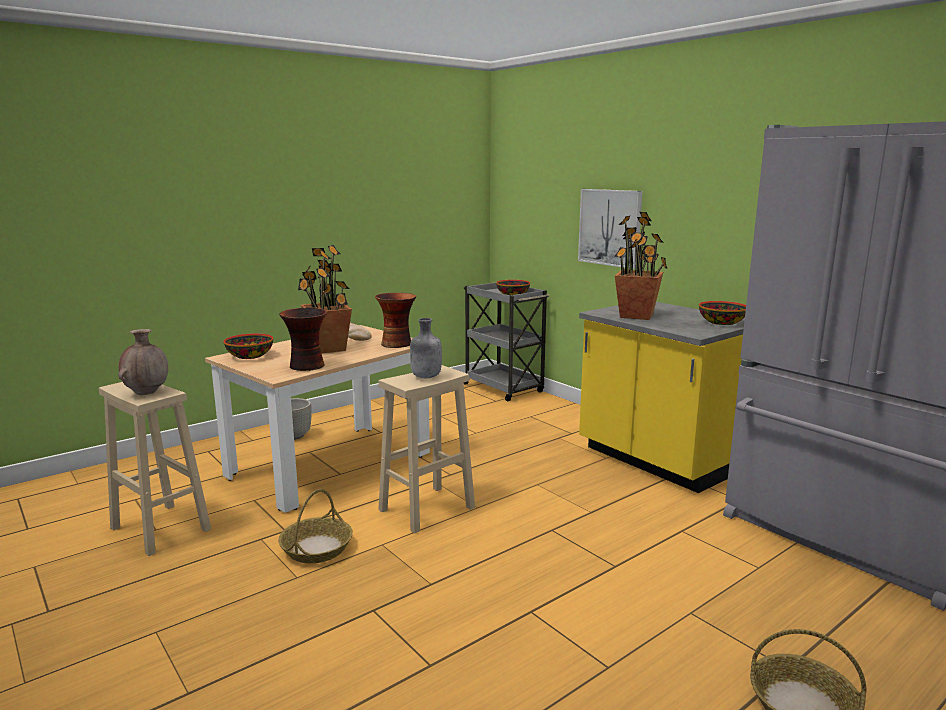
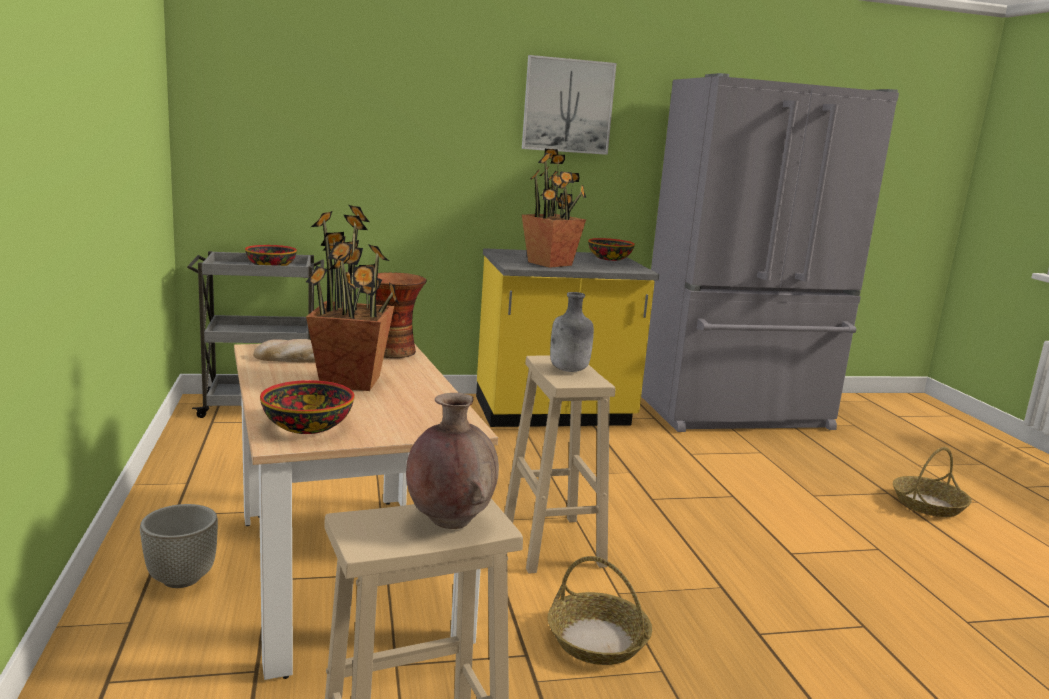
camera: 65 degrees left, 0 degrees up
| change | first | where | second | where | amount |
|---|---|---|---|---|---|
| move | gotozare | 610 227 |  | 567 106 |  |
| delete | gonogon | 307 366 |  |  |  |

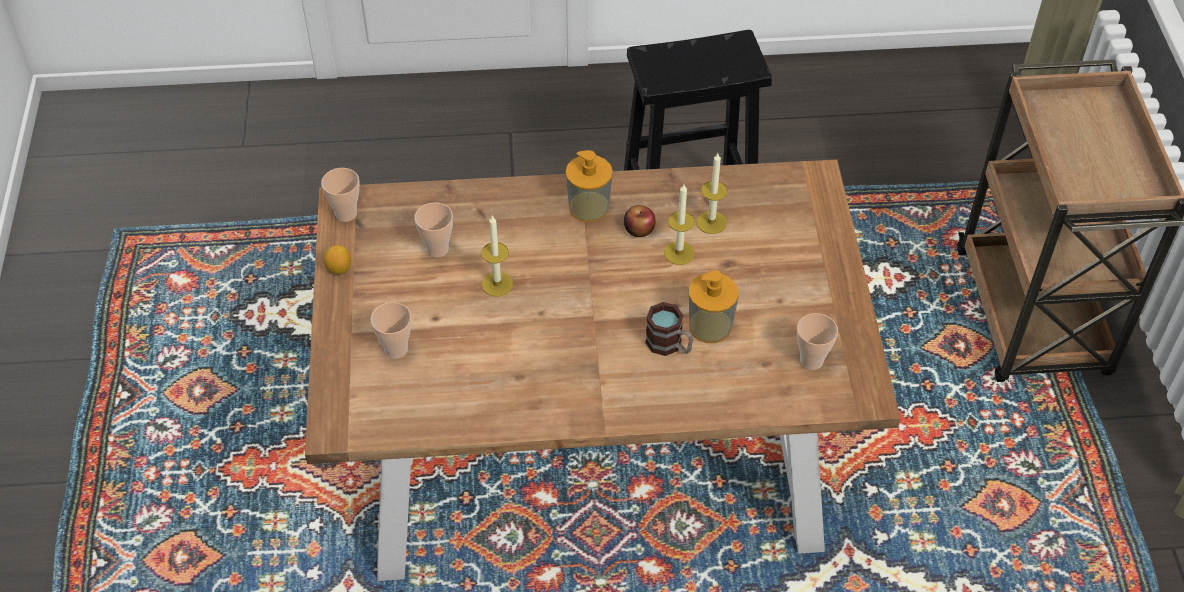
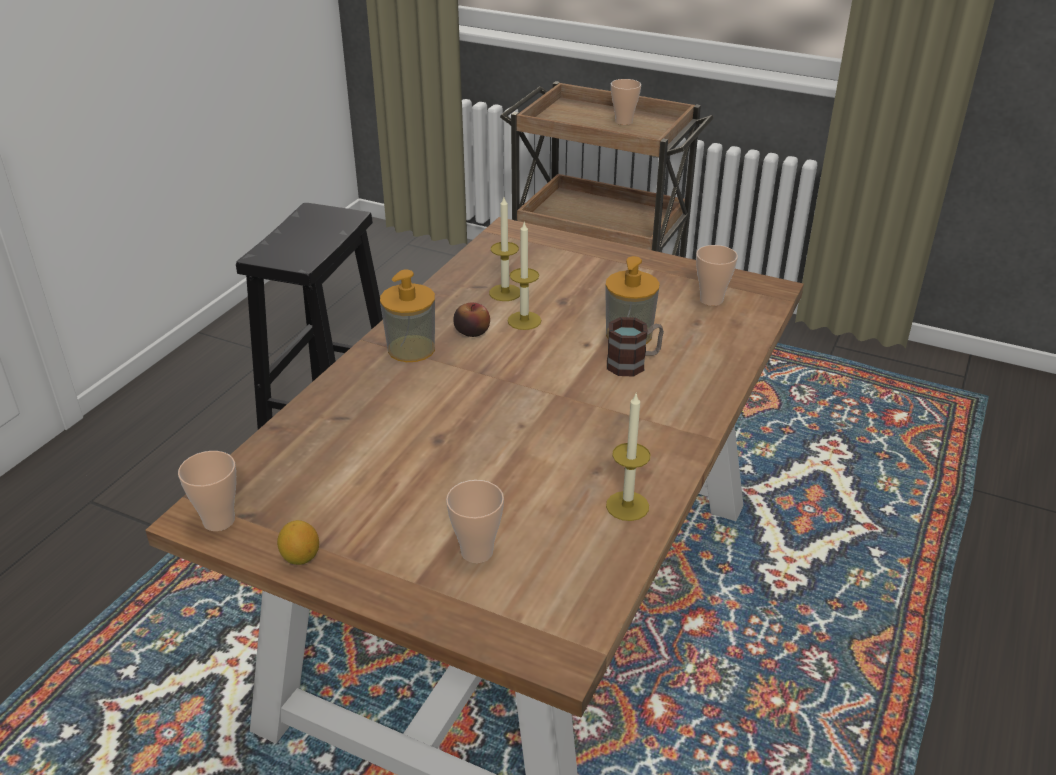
camera: 60 degrees left, 15 degrees down
| change | first | where | second | where | amount |
|---|---|---|---|---|---|
| move | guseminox | 437 249 |  | 623 122 |  |
| move | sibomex | 497 284 |  | 627 506 |  |

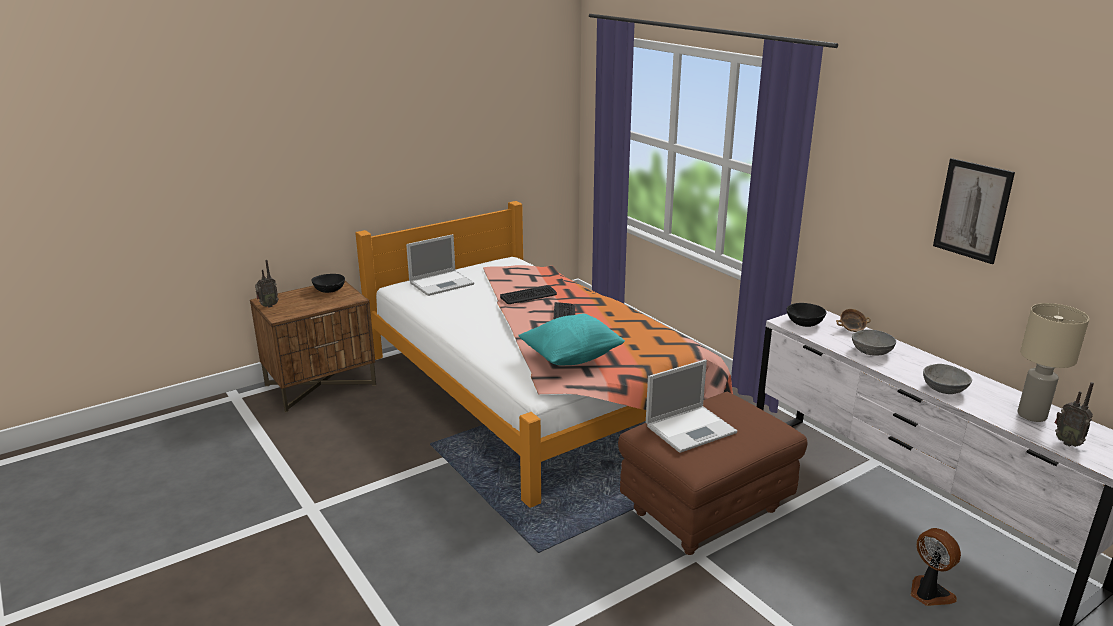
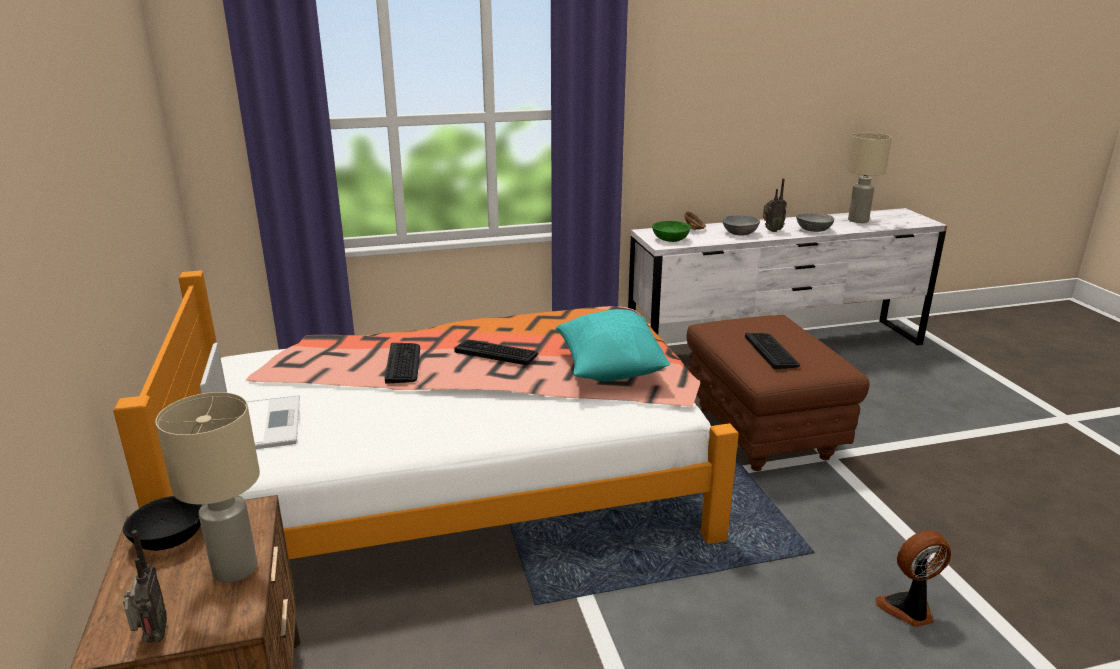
camera: 70 degrees left, 0 degrees up
| change | first | where | second | where | amount |
|---|---|---|---|---|---|
| delete | gotozare | 972 210 |  |  |  |
| recolor | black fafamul | 805 323 | green fafamul | 670 239 |  |
| replace | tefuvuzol | 691 428 | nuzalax | 771 351 |  |
| move | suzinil | 1067 442 |  | 771 230 |  |
| move | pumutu | 928 593 |  | 908 610 |  |
| insert |  |  | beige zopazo | 234 570 |  |

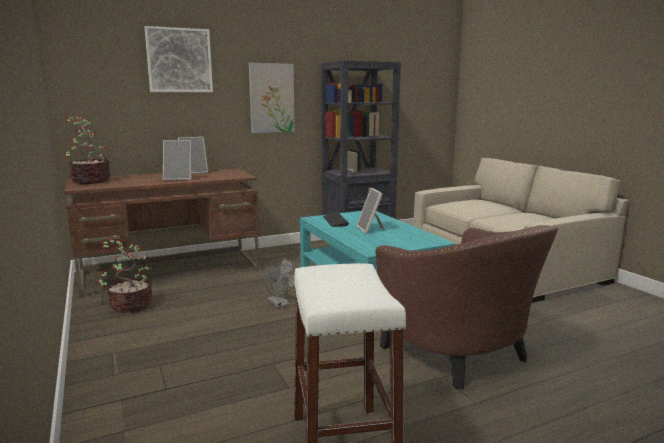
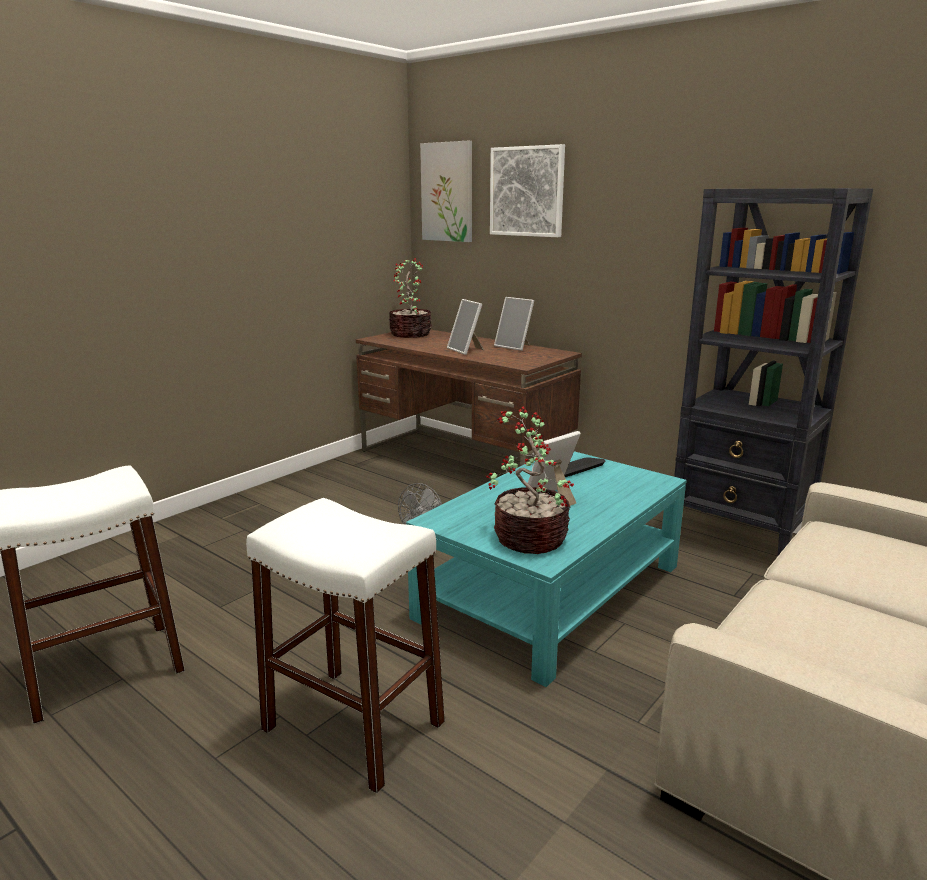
camera: 65 degrees right, 5 degrees up
| change | first | where | second | where | amount |
|---|---|---|---|---|---|
| move | gotozare | 271 98 |  | 447 192 |  |
| replace | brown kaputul | 462 355 | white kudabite | 353 725 |  |
| move | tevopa | 130 306 |  | 528 537 |  |

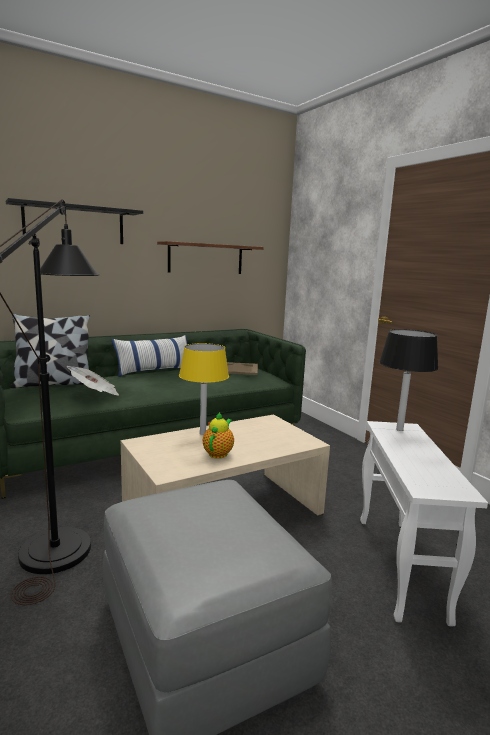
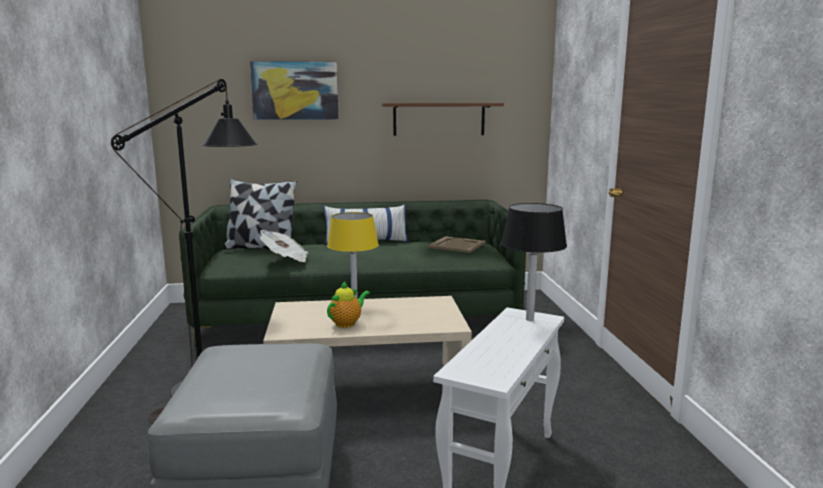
camera: 25 degrees right, 0 degrees up
| change | first | where | second | where | amount |
|---|---|---|---|---|---|
| replace | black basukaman | 74 224 | gotozare | 295 90 |  |

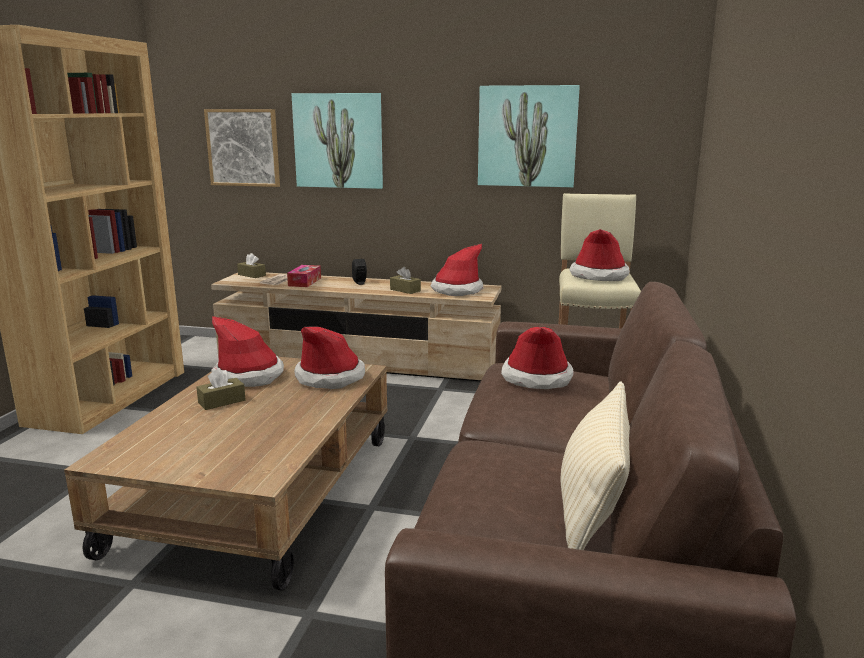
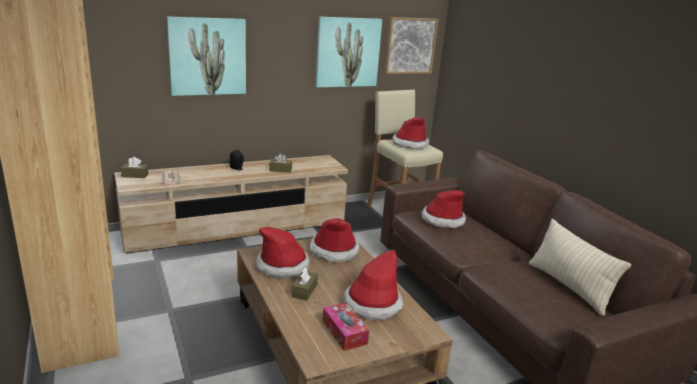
camera: 40 degrees left, 5 degrees up
| change | first | where | second | where | amount |
|---|---|---|---|---|---|
| move | gotozare | 243 147 |  | 410 45 |  |
| move | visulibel | 457 290 |  | 372 304 |  |
| move | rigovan | 304 282 |  | 344 332 |  |

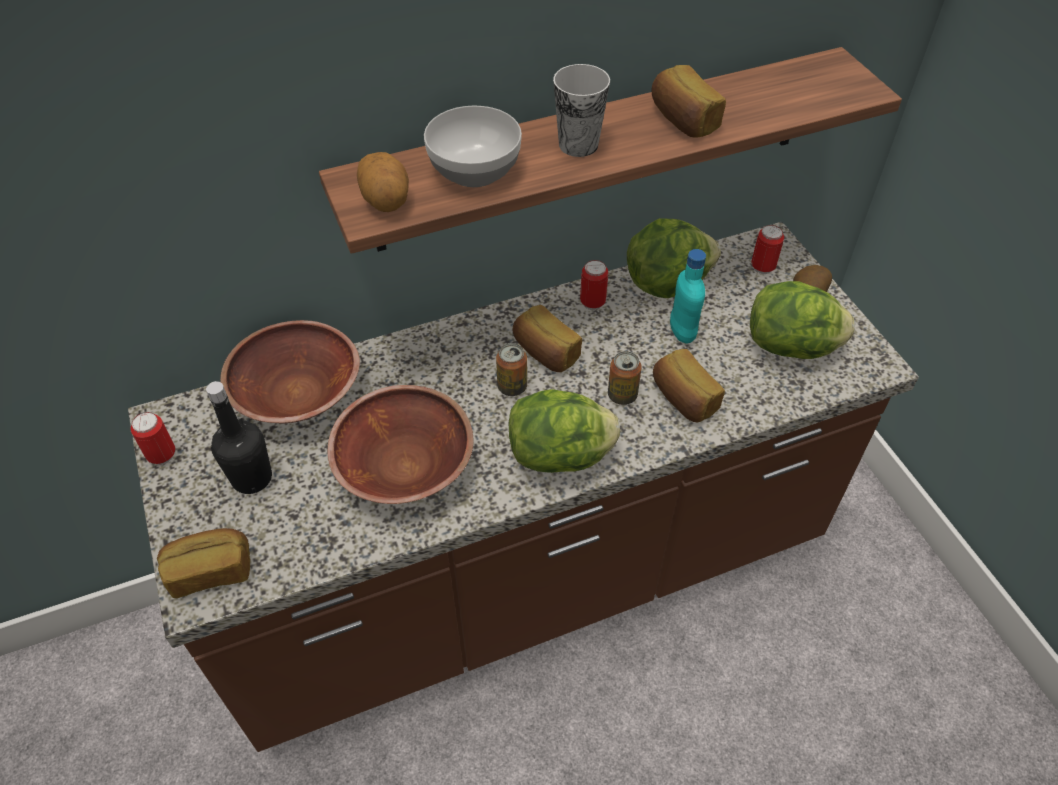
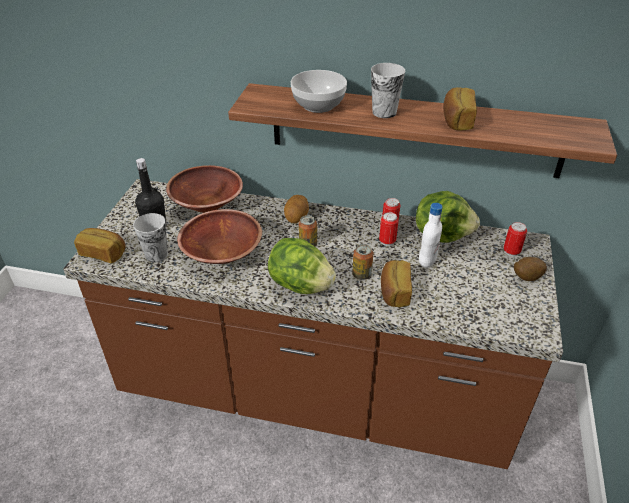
camera: 35 degrees right, 10 degrees down
| change | first | where | second | where | amount |
|---|---|---|---|---|---|
| move | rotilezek | 386 201 |  | 297 218 |  |
| recolor | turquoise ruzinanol | 682 332 | white ruzinanol | 427 261 |  |
| delete | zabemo | 792 347 |  |  |  |
| delete | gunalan | 545 353 |  |  |  |
| move | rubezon | 162 455 |  | 387 241 |  |
| insert |  |  | guseminox | 156 255 |  |

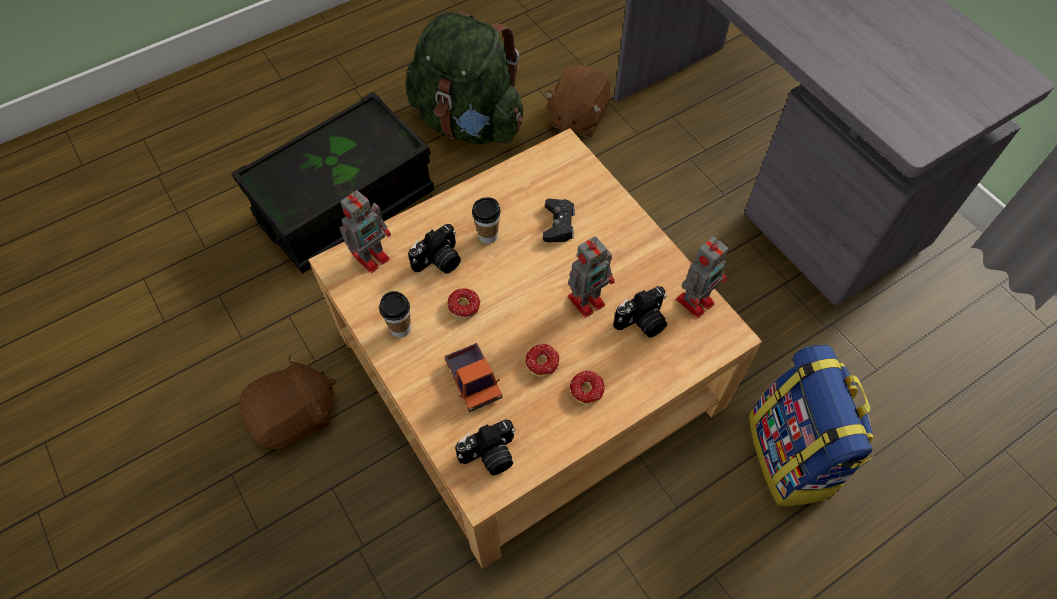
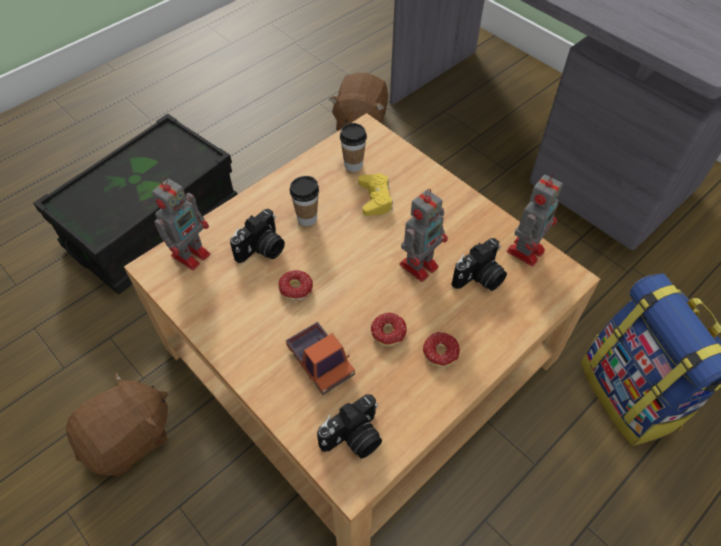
camera: 10 degrees left, 5 degrees down
| change | first | where | second | where | amount |
|---|---|---|---|---|---|
| delete | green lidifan | 469 122 |  |  |  |
| recolor | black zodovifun | 559 224 | yellow zodovifun | 375 198 |  |
| move | guseminox | 400 328 |  | 353 165 |  |

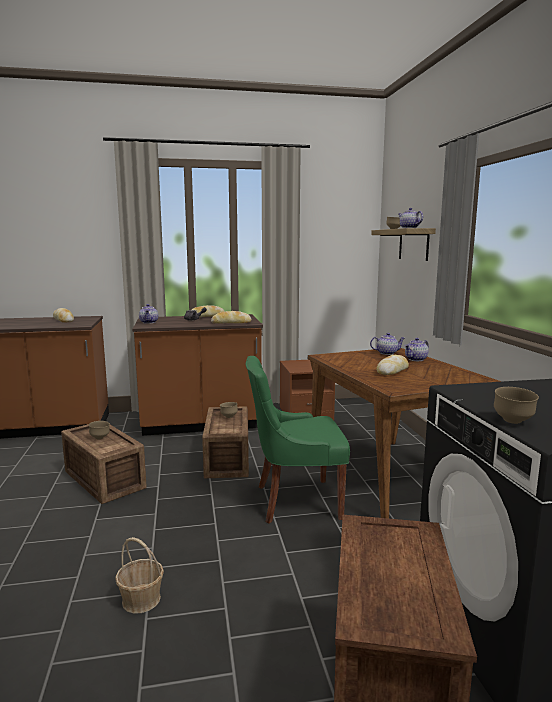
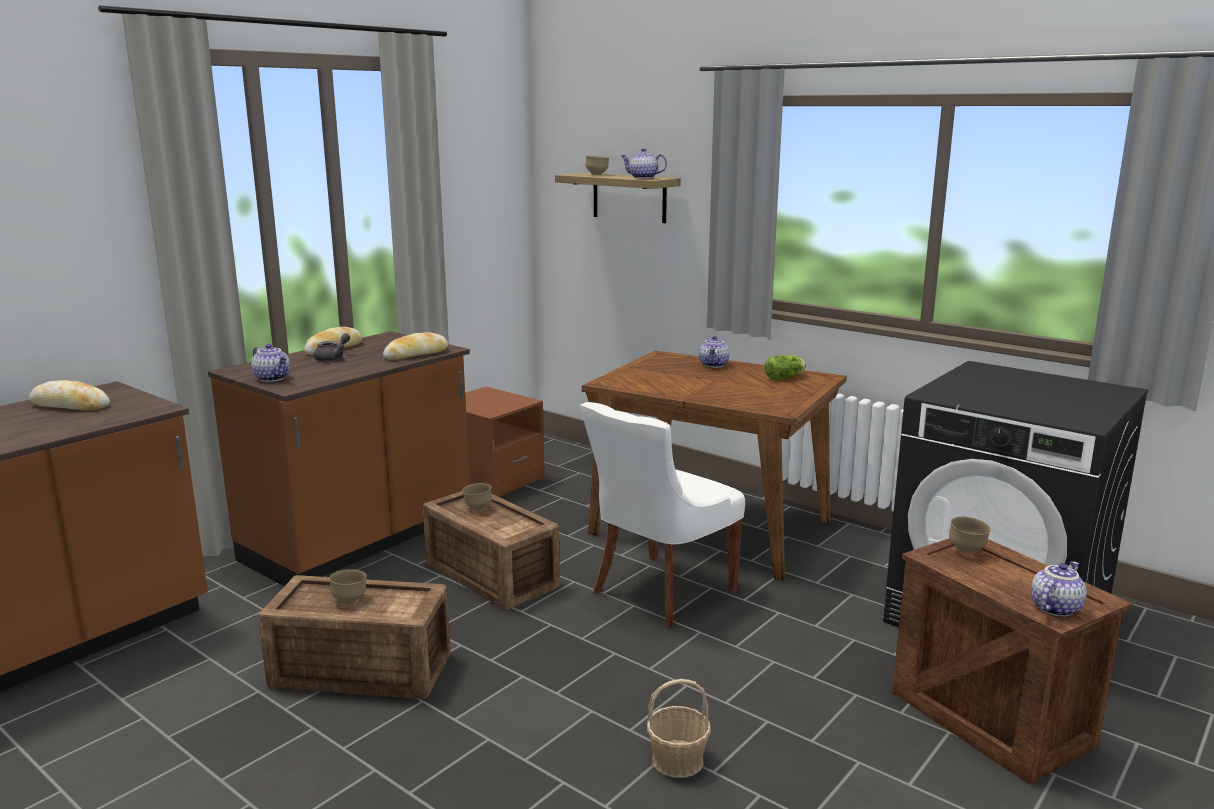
camera: 40 degrees left, 5 degrees up
| change | first | where | second | where | amount |
|---|---|---|---|---|---|
| move | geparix | 387 353 |  | 1054 607 |  |
| delete | gunalan | 392 371 |  |  |  |
| recolor | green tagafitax | 295 501 | white tagafitax | 660 592 |  |
| move | brown fafamul | 513 422 |  | 967 551 |  |
| insert |  |  | zabemo | 785 377 |  |

